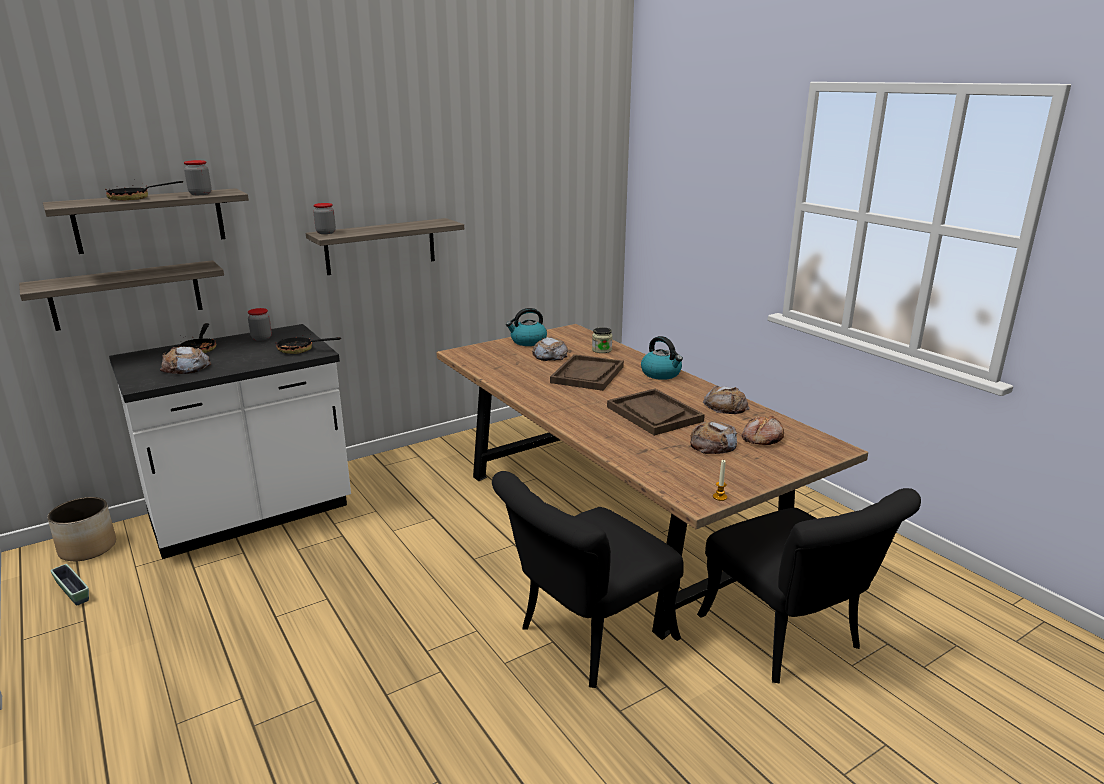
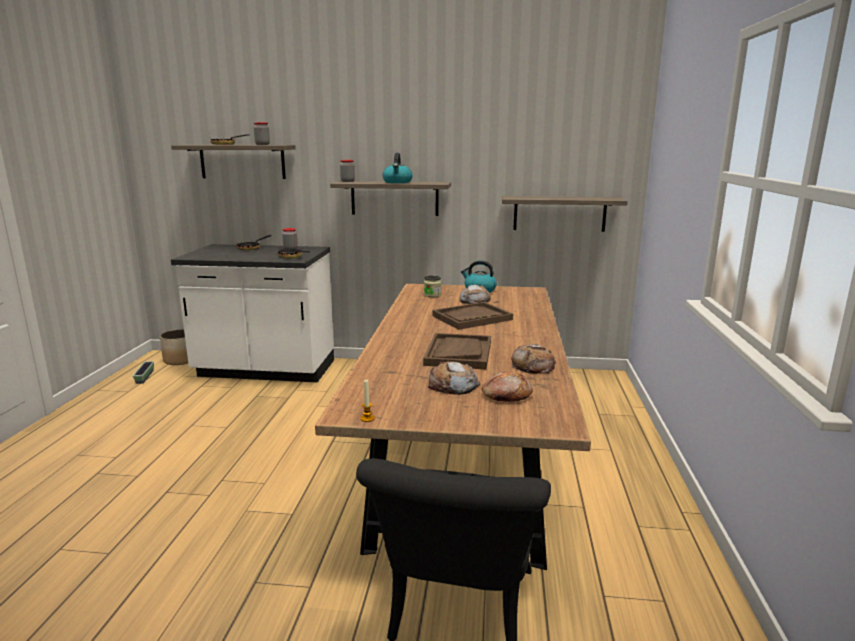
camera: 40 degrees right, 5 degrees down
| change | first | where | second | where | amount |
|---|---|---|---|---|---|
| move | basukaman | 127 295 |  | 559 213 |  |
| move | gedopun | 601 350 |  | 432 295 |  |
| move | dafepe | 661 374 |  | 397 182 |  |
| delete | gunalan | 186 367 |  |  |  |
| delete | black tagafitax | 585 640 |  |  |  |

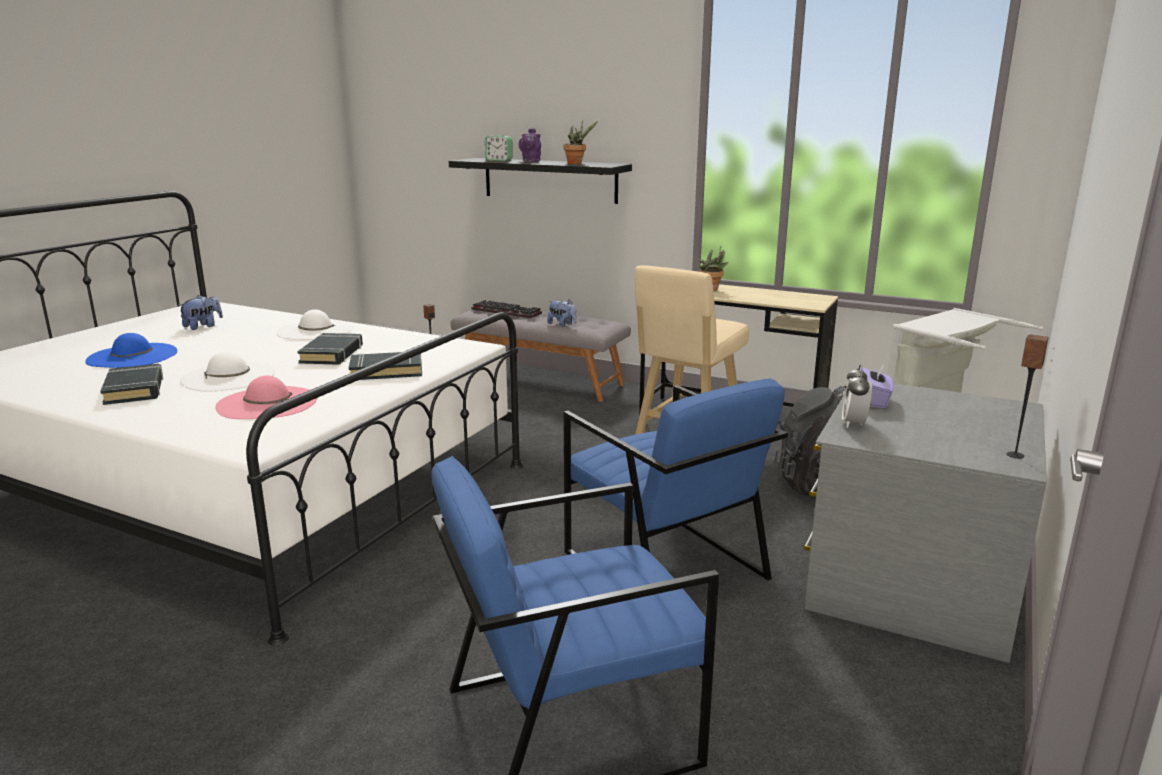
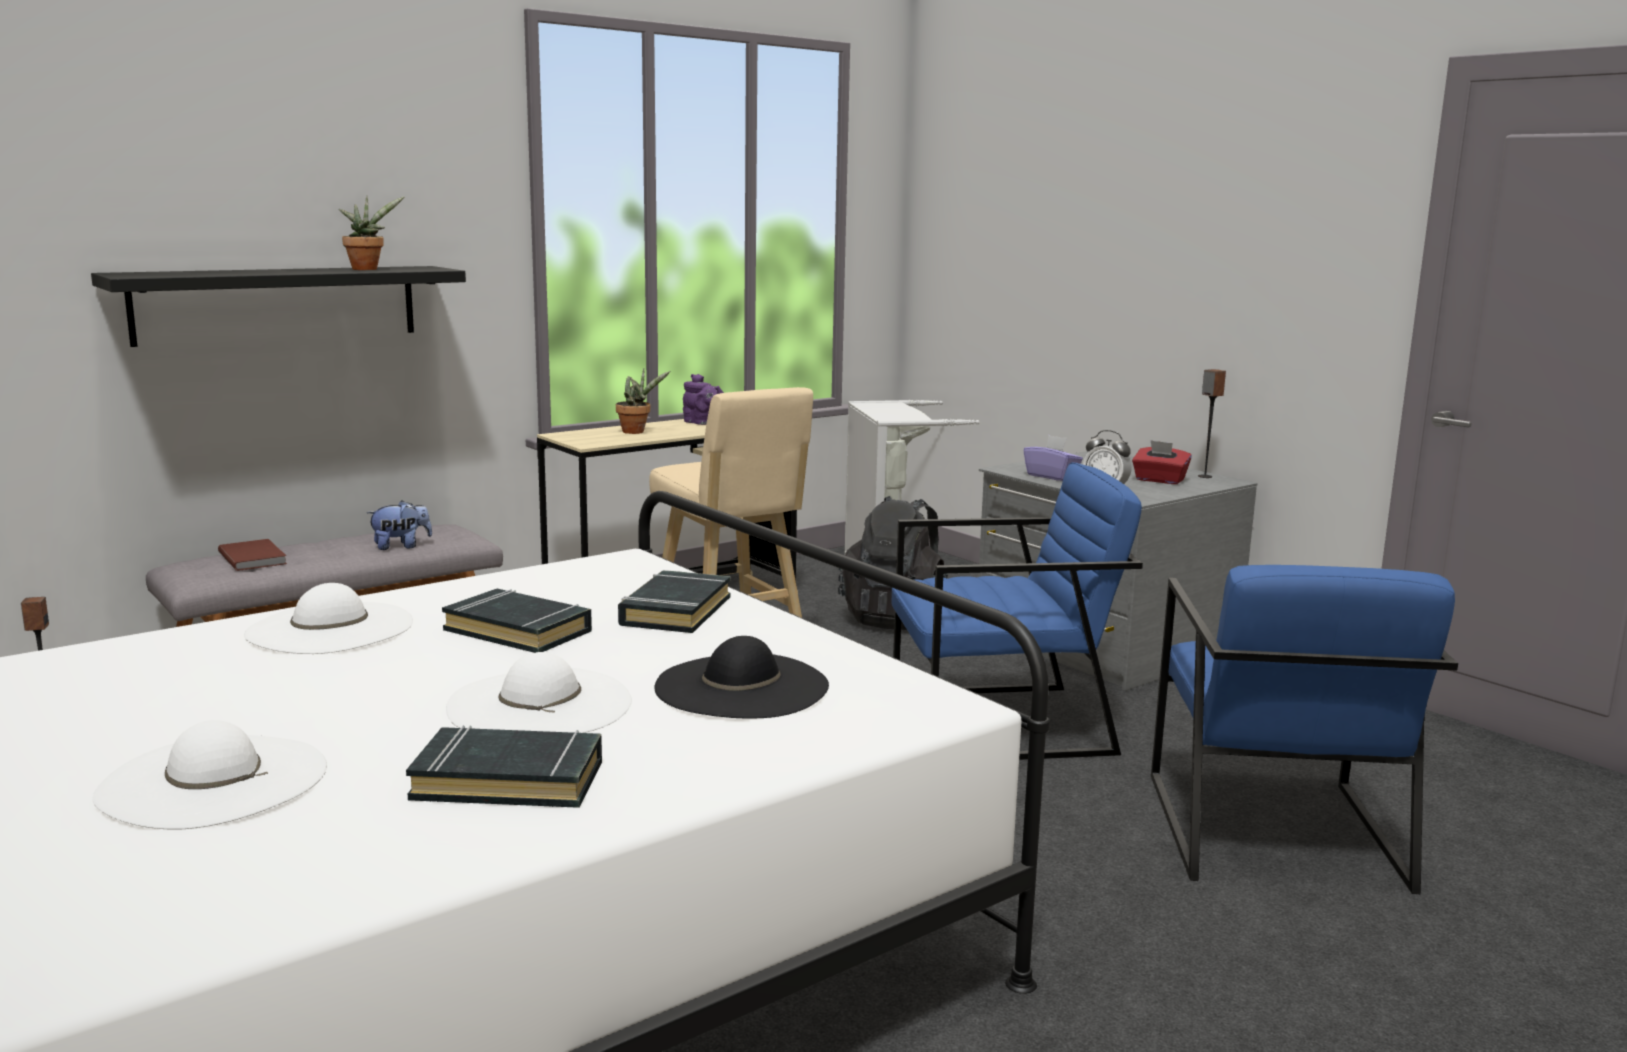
camera: 65 degrees left, 5 degrees down
| change | first | where | second | where | amount |
|---|---|---|---|---|---|
| move | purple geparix | 530 161 |  | 702 423 |  |
| delete | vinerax | 499 160 |  |  |  |
| delete | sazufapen | 203 326 |  |  |  |
| replace | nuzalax | 508 311 | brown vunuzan | 254 558 |  |
| recolor | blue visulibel | 132 356 | white visulibel | 213 781 |  |
| recolor | pink visulibel | 267 403 | black visulibel | 741 687 |  |
| insert |  |  | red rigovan | 1159 480 |  |

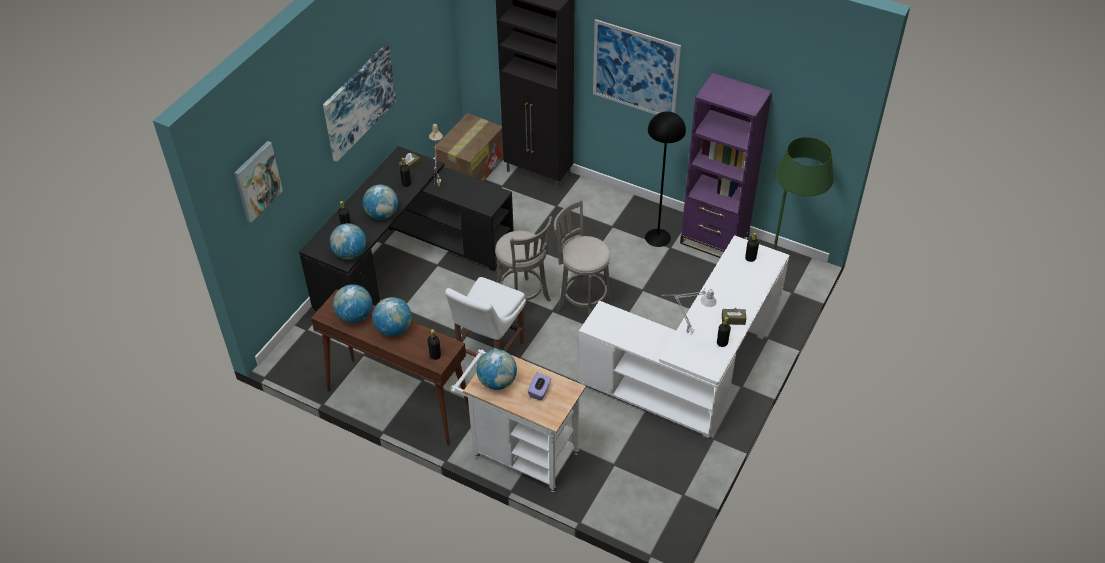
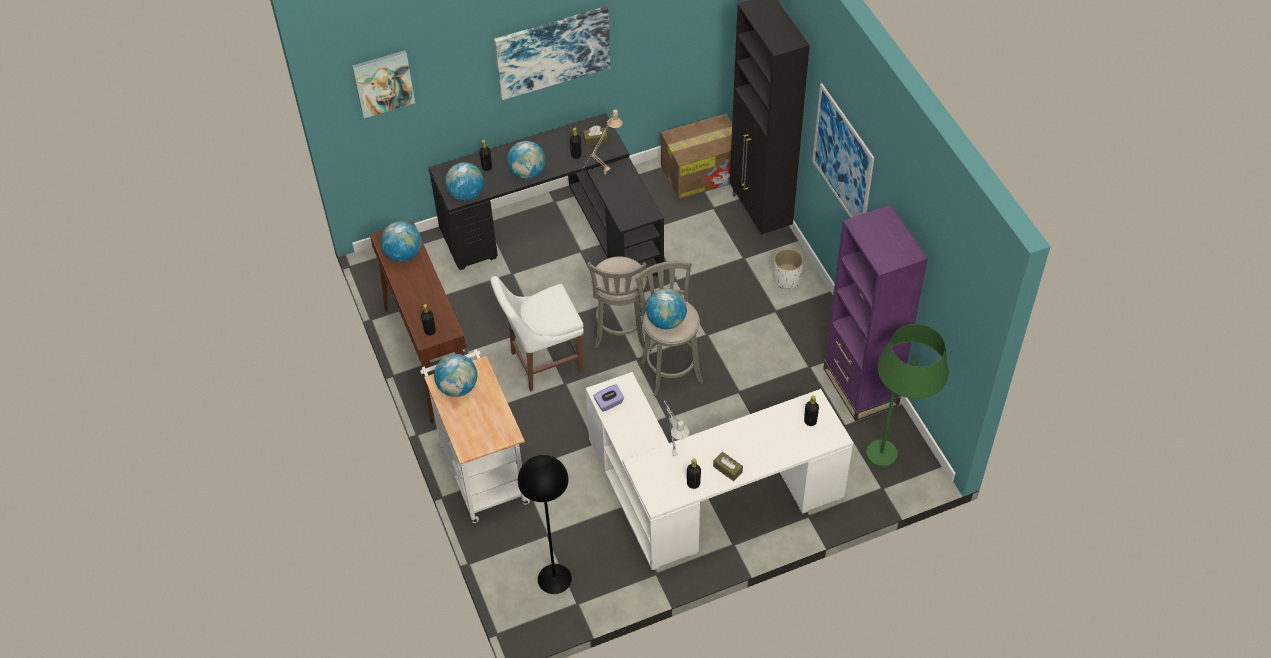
camera: 40 degrees right, 5 degrees up
| change | first | where | second | where | amount |
|---|---|---|---|---|---|
| move | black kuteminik | 657 237 |  | 554 578 |  |
| move | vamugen | 394 329 |  | 666 321 |  |
| move | purple rigovan | 539 391 |  | 609 403 |  |
| insert |  |  | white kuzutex | 787 279 |  |

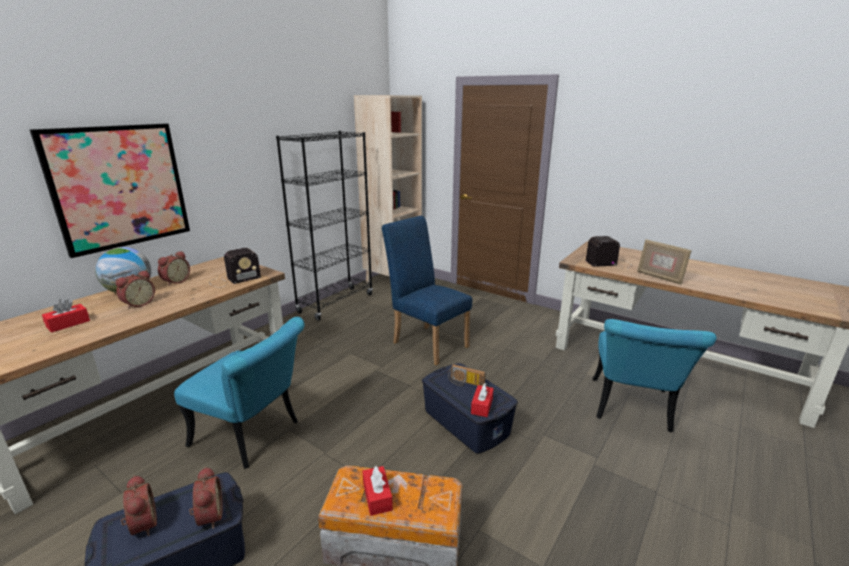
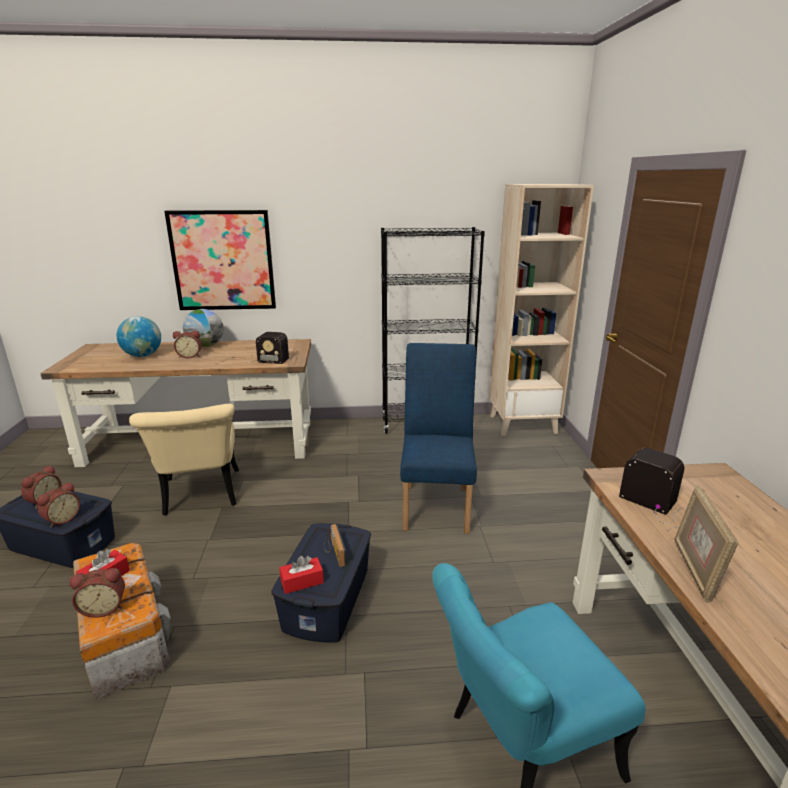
camera: 50 degrees right, 0 degrees up
| change | first | where | second | where | amount |
|---|---|---|---|---|---|
| move | vinerax | 175 281 |  | 104 607 |  |
| replace | red rigovan | 68 324 | vamugen | 143 355 |  |
| recolor | turquoise tagafitax | 254 436 | beige tagafitax | 201 497 |  |

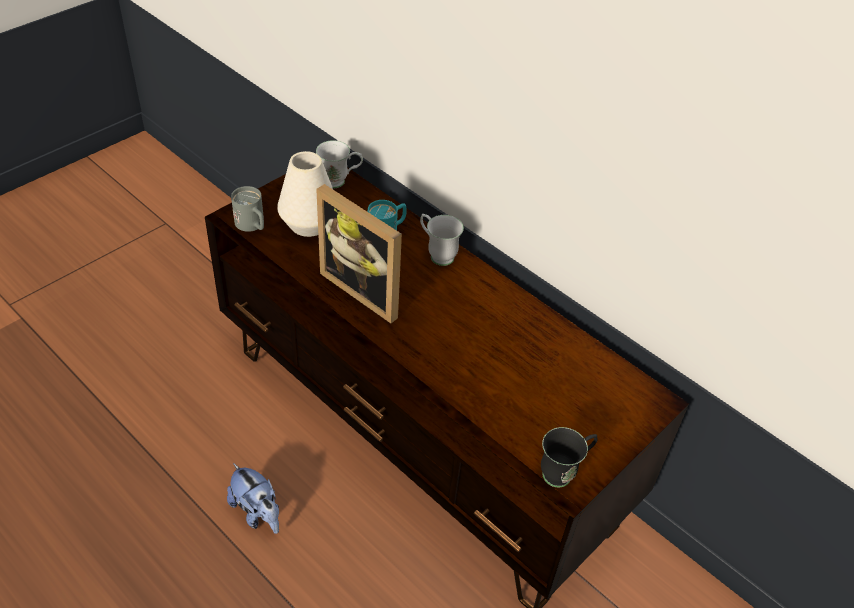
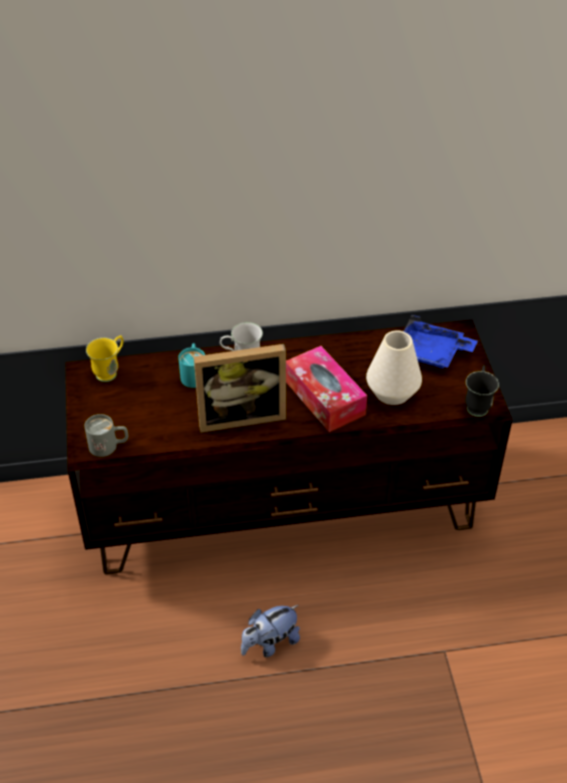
camera: 50 degrees left, 0 degrees up
| change | first | where | second | where | amount |
|---|---|---|---|---|---|
| recolor | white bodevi | 340 182 | yellow bodevi | 110 371 |  |
| move | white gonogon | 309 224 |  | 392 392 |  |
| rotate | sazufapen | 257 513 |  | 270 643 | 150 degrees clockwise |
| insert |  |  | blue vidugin | 430 353 |  |
| insert |  |  | rigovan | 324 397 |  |

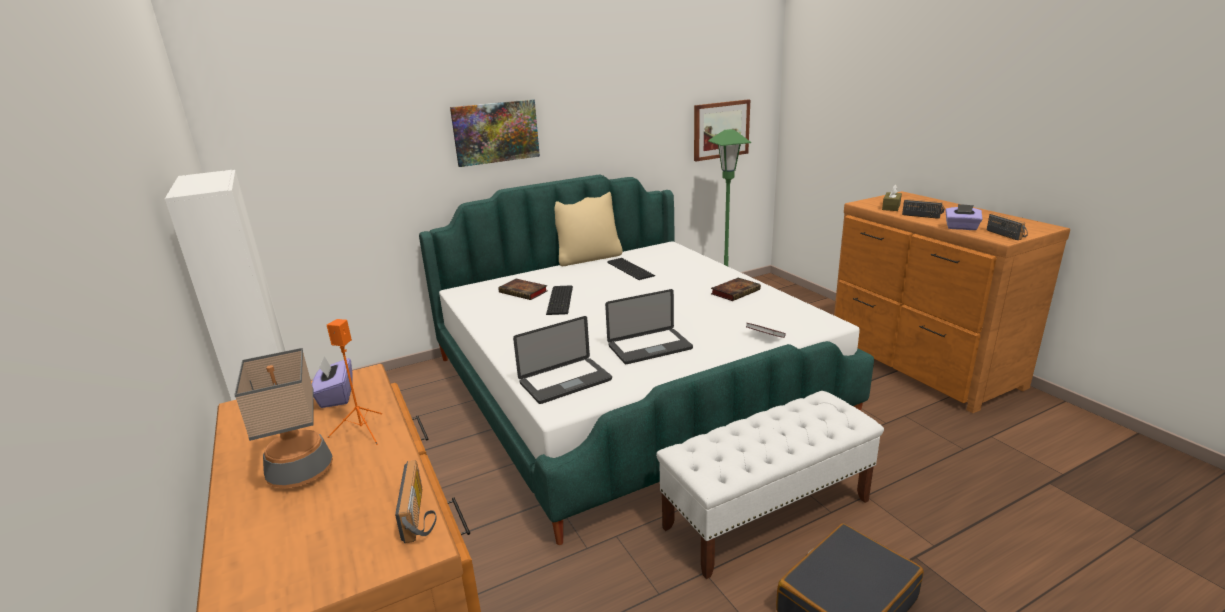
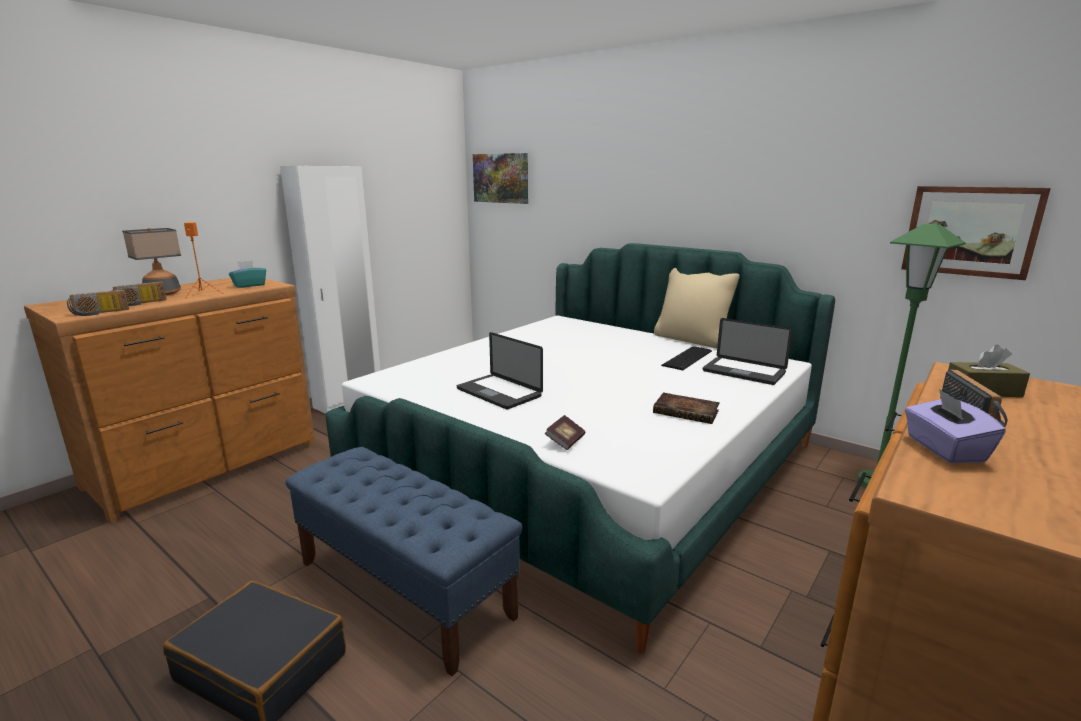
camera: 65 degrees right, 5 degrees down
| change | first | where | second | where | amount |
|---|---|---|---|---|---|
| move | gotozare | 495 132 |  | 501 178 |  |
| move | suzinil | 1007 234 |  | 141 303 |  |
| delete | vunuzan | 524 292 |  |  |  |
| delete | nuzalax | 561 299 |  |  |  |
| move | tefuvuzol | 565 382 |  | 743 372 |  |
| recolor | purple rigovan | 336 396 | turquoise rigovan | 249 285 |  |
| recolor | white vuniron | 767 513 | blue vuniron | 404 589 |  |

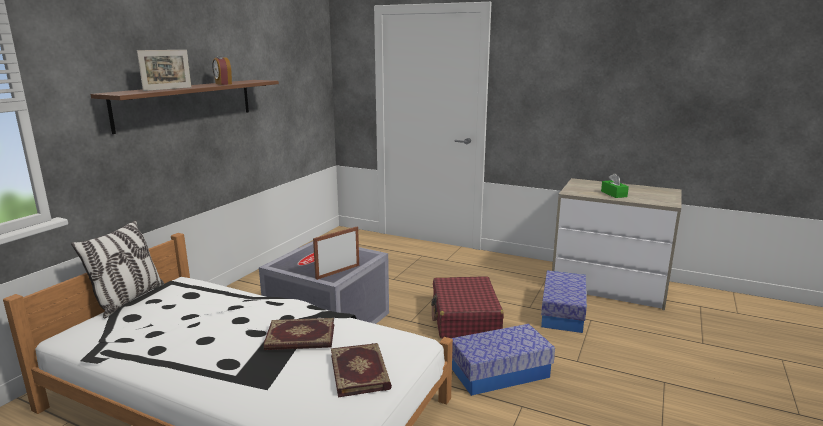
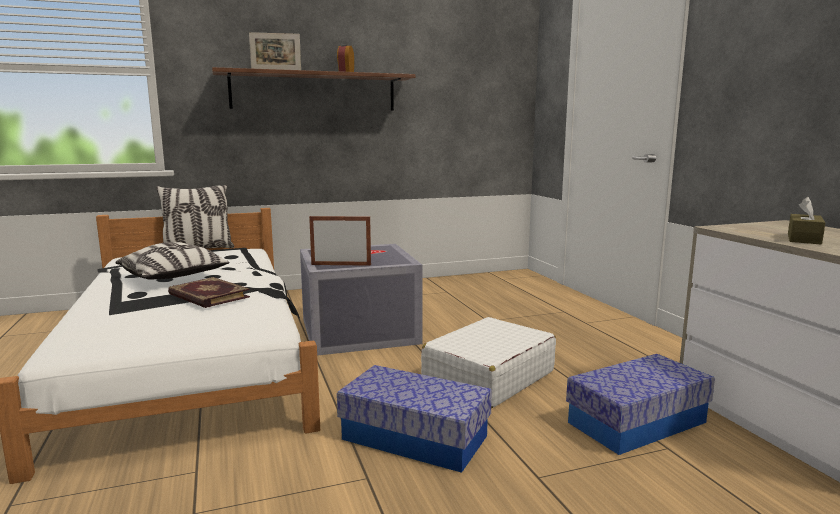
camera: 45 degrees right, 5 degrees down
| change | first | where | second | where | amount |
|---|---|---|---|---|---|
| recolor | green rigovan | 613 194 | brown rigovan | 804 239 |  |
| recolor | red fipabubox | 465 318 | white fipabubox | 488 377 |  |
| delete | vunuzan | 361 371 |  |  |  |
| insert |  |  | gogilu | 174 278 |  |

